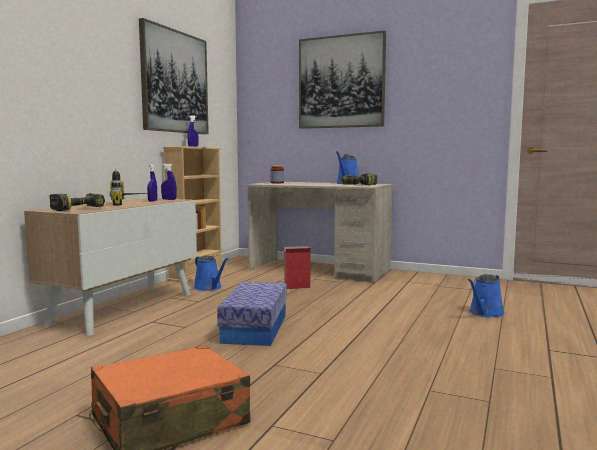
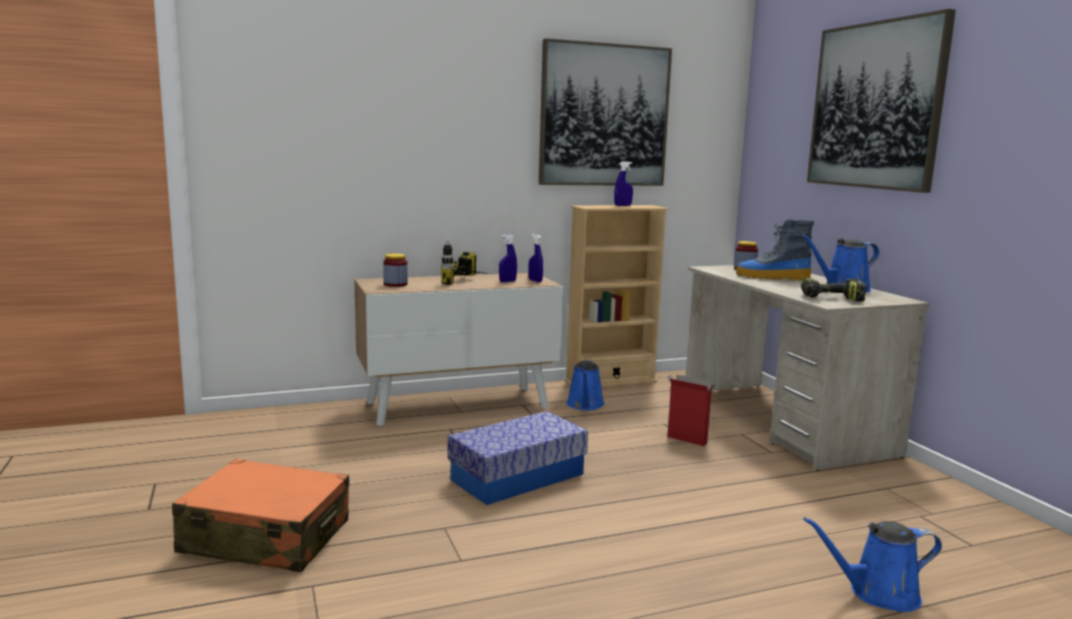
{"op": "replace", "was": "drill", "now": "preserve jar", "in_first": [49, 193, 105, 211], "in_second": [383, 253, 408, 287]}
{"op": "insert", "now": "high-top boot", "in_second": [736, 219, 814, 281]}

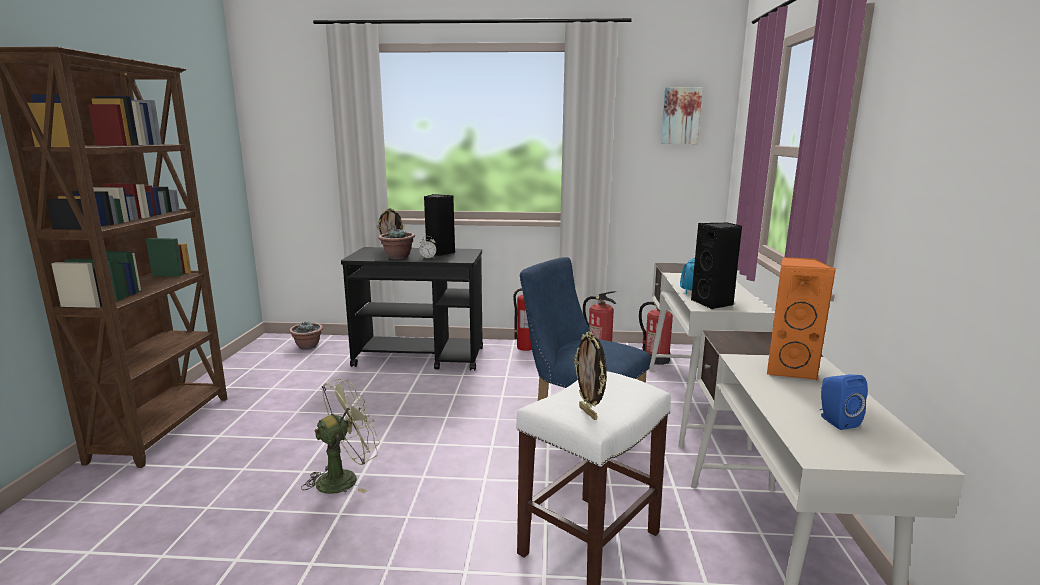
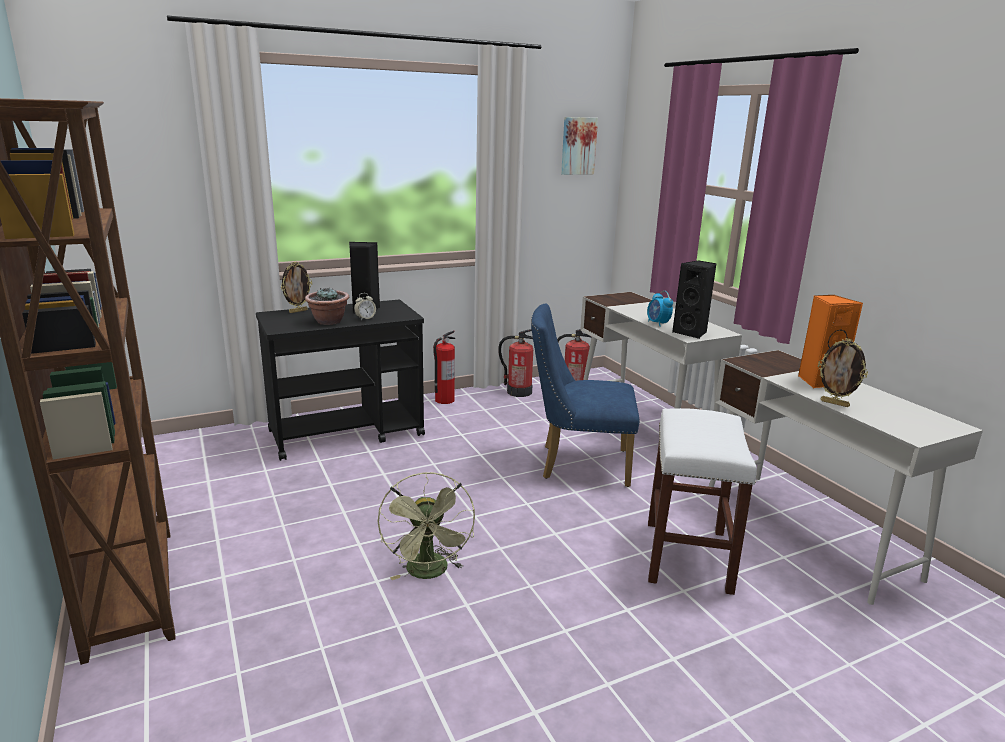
{"op": "delete", "was": "houseplant", "in_first": [289, 321, 323, 350]}
{"op": "rotate", "was": "cooling fan (greenish)", "in_first": [301, 379, 380, 494], "in_second": [377, 472, 475, 580], "clockwise": 150}
{"op": "move", "was": "photo frame", "in_first": [574, 331, 607, 420], "in_second": [818, 338, 868, 407]}
{"op": "delete", "was": "speaker (blue-coloured)", "in_first": [820, 374, 868, 430]}

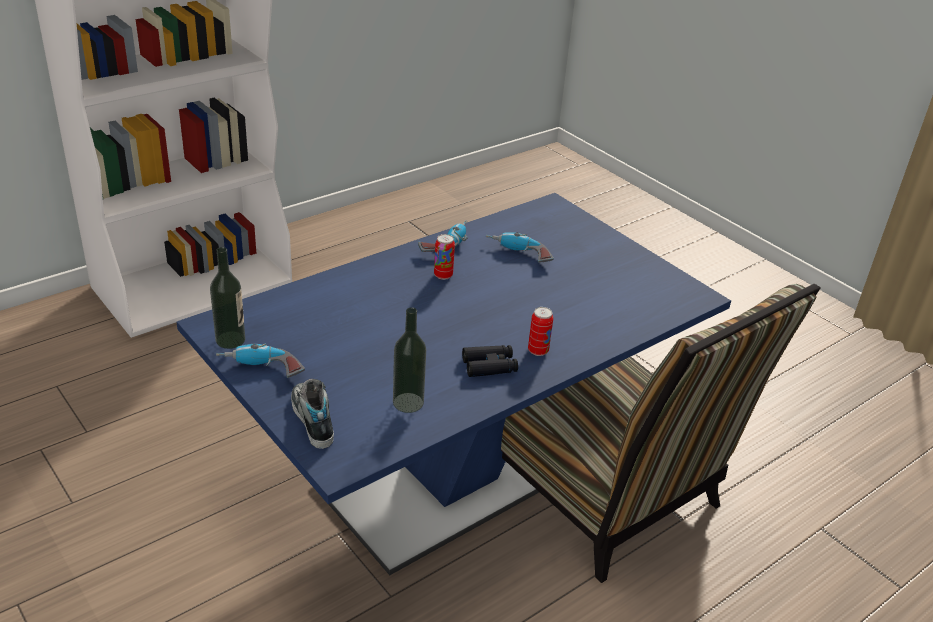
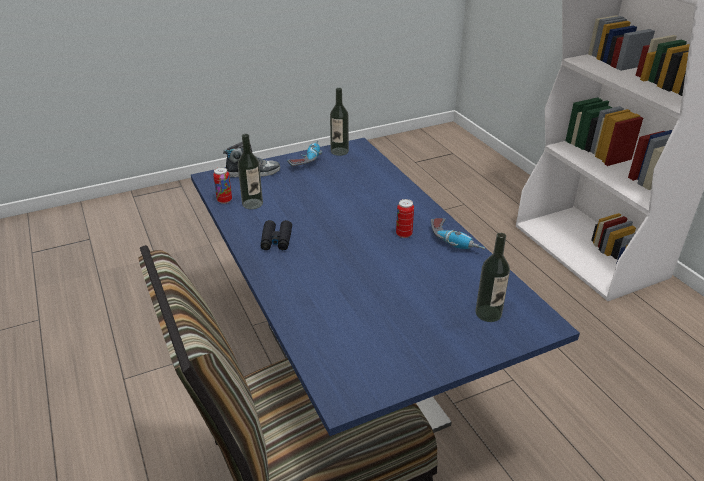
{"op": "delete", "was": "drill", "in_first": [486, 232, 554, 263]}
{"op": "move", "was": "can", "in_first": [528, 307, 553, 356], "in_second": [213, 167, 232, 204]}
{"op": "insert", "now": "bottle", "in_second": [476, 233, 510, 322]}

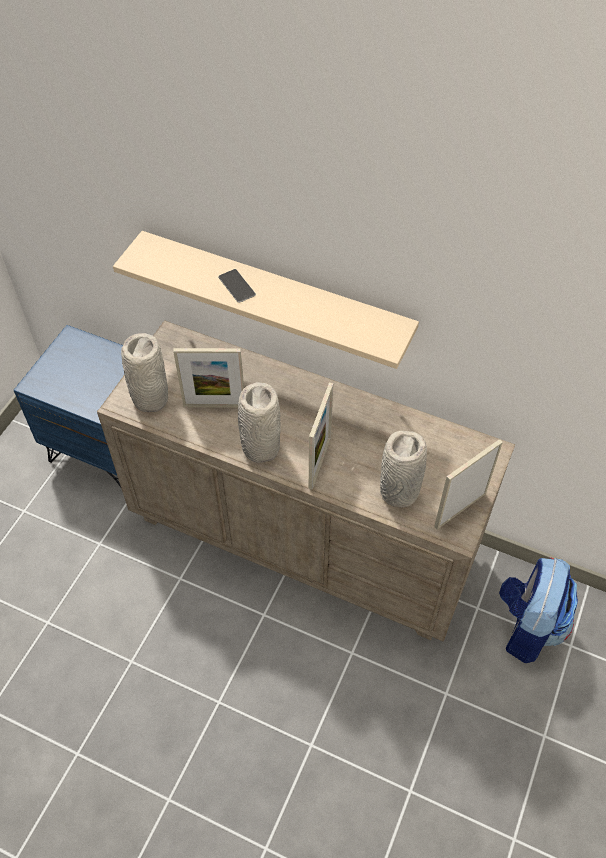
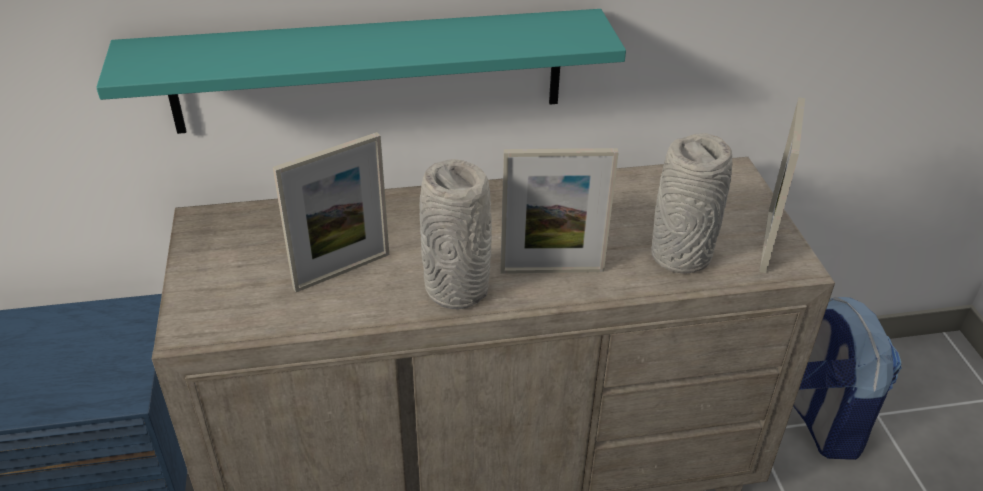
{"op": "recolor", "was": "bracket shelf (beige-coloured)", "now": "bracket shelf (turquoise)", "in_first": [113, 231, 419, 369], "in_second": [96, 9, 626, 134]}
{"op": "delete", "was": "decorative vase (grey)", "in_first": [121, 333, 168, 412]}
{"op": "delete", "was": "telephone", "in_first": [218, 269, 256, 303]}
{"op": "rotate", "was": "photo frame", "in_first": [309, 382, 333, 490], "in_second": [500, 148, 619, 274], "clockwise": 105}

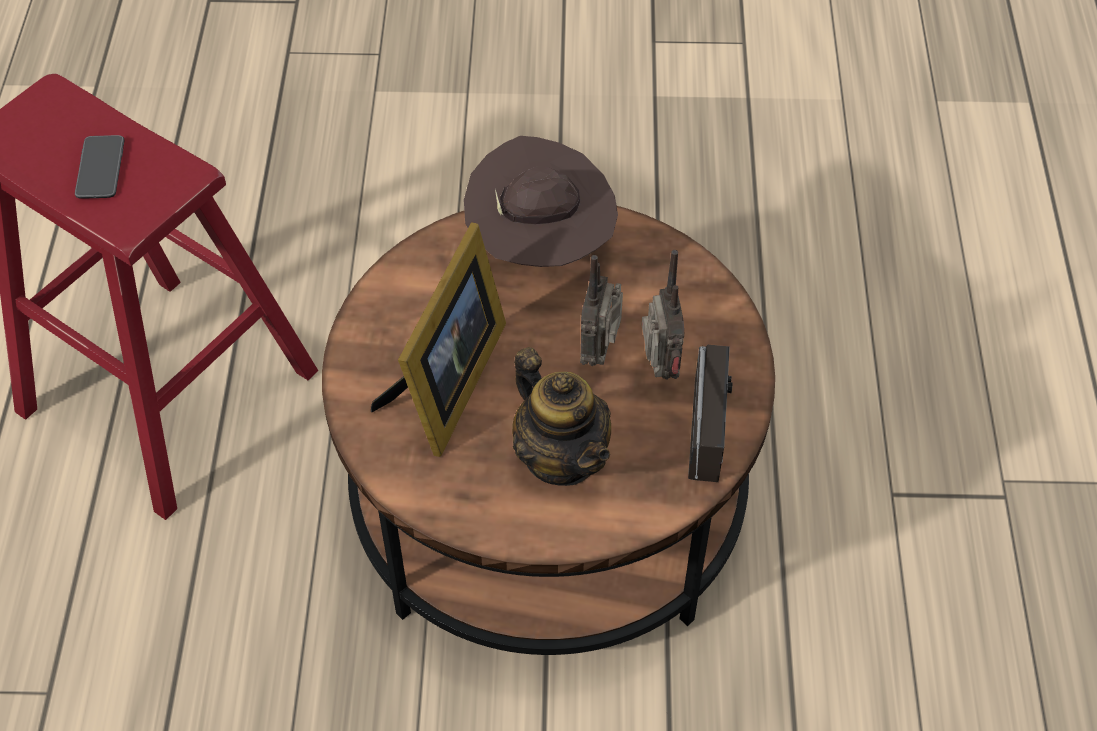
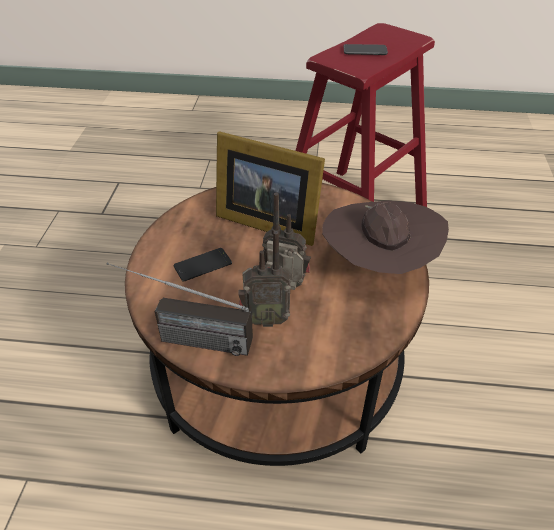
{"op": "replace", "was": "tea pot", "now": "telephone", "in_first": [512, 347, 611, 486], "in_second": [174, 248, 232, 281]}

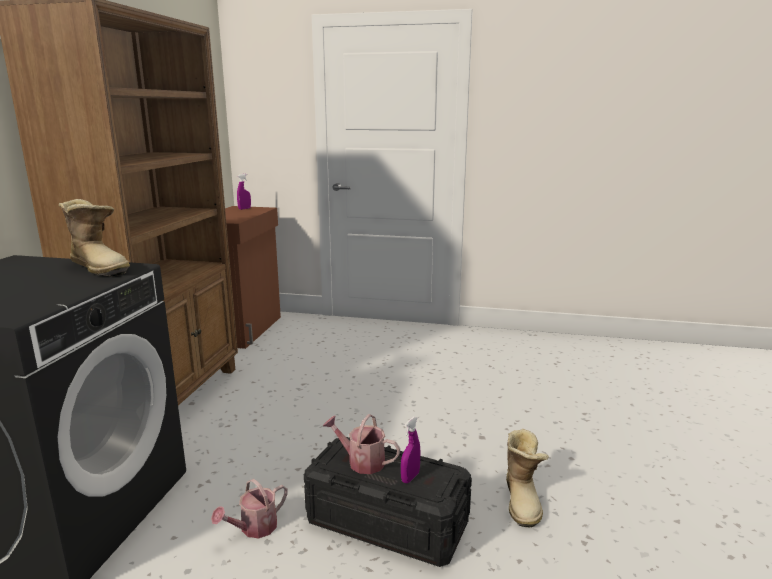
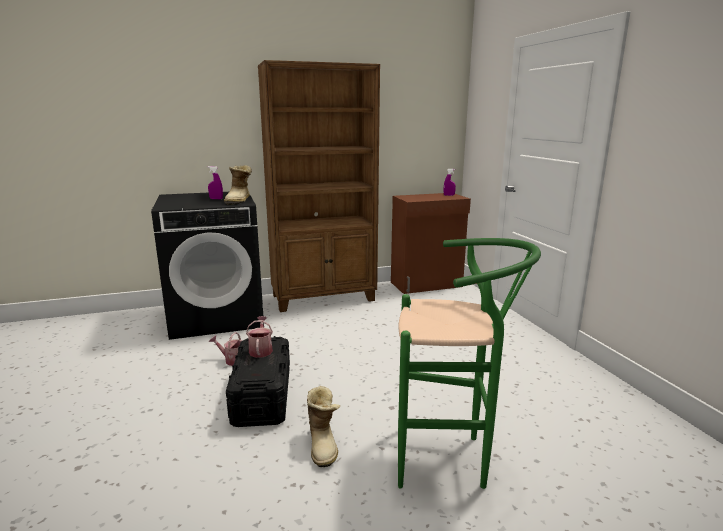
{"op": "move", "was": "sprayer (purple)", "in_first": [401, 417, 420, 483], "in_second": [208, 166, 223, 199]}
{"op": "rotate", "was": "high-top boot", "in_first": [506, 429, 549, 527], "in_second": [307, 386, 340, 467], "clockwise": -75}
{"op": "insert", "now": "sitting stool (greenish)", "in_second": [398, 238, 541, 489]}

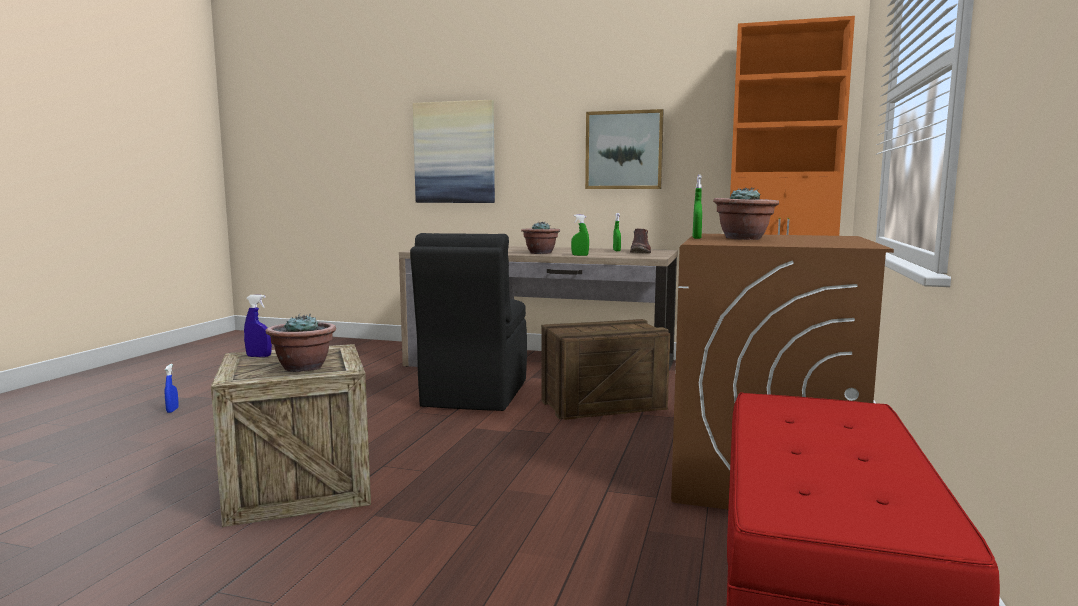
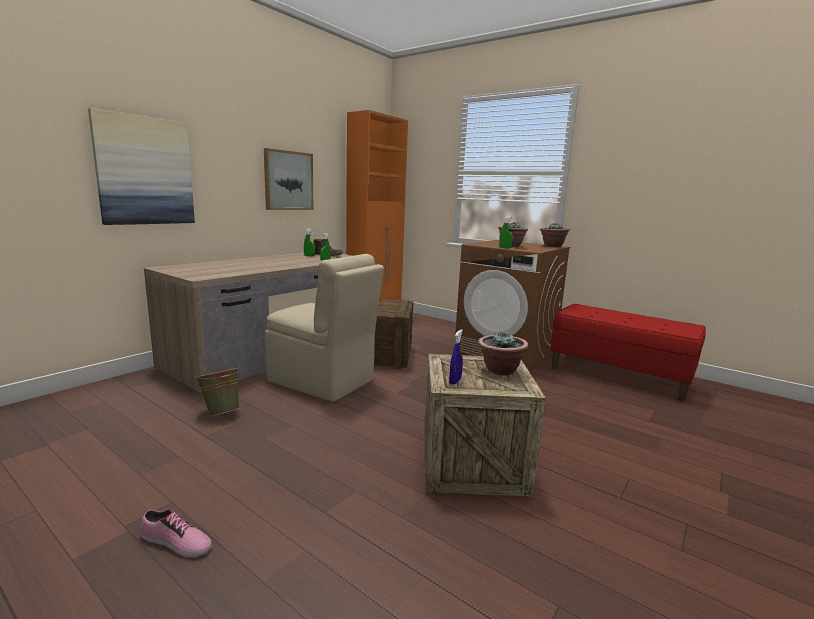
{"op": "replace", "was": "sprayer (blue-coloured)", "now": "shoe", "in_first": [165, 364, 179, 413], "in_second": [140, 509, 212, 557]}
{"op": "recolor", "was": "plain chair (black-coloured)", "now": "plain chair (beige-coloured)", "in_first": [410, 233, 527, 411], "in_second": [265, 254, 384, 402]}
{"op": "move", "was": "houseplant", "in_first": [521, 221, 560, 254], "in_second": [540, 223, 570, 247]}
{"op": "insert", "now": "bucket (greenish)", "in_second": [194, 366, 240, 416]}

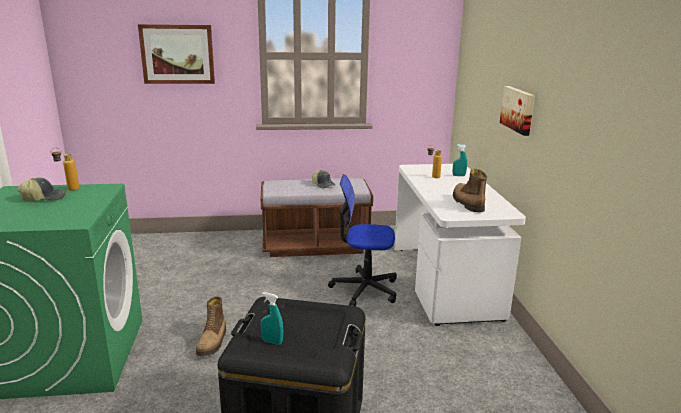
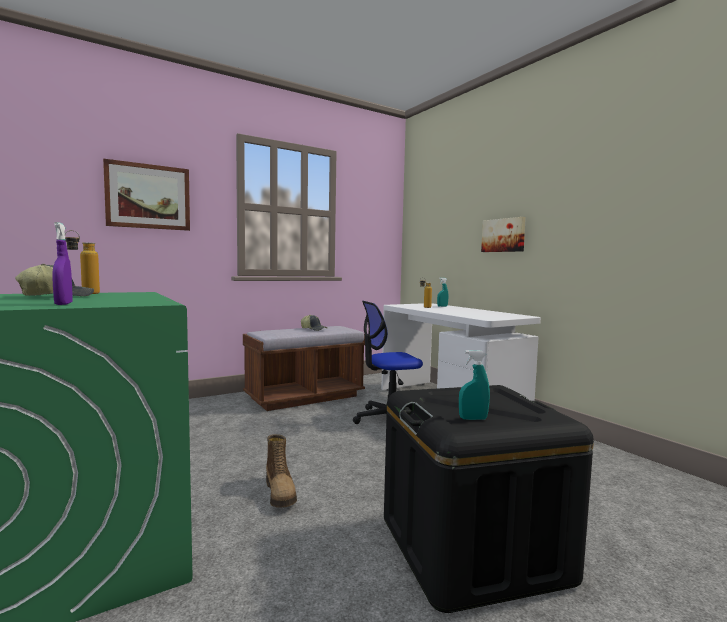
{"op": "delete", "was": "high-top boot", "in_first": [453, 169, 487, 212]}
{"op": "insert", "now": "sprayer (purple)", "in_second": [52, 222, 73, 305]}

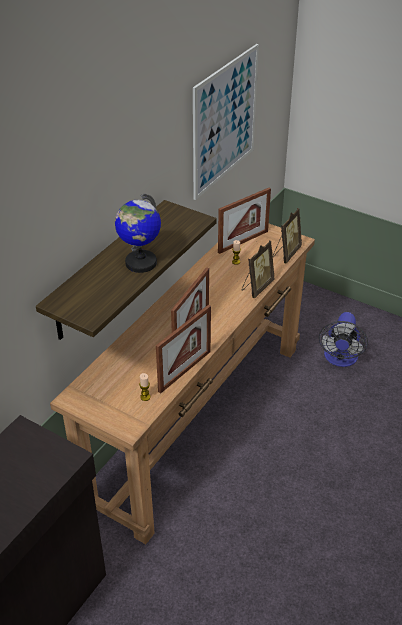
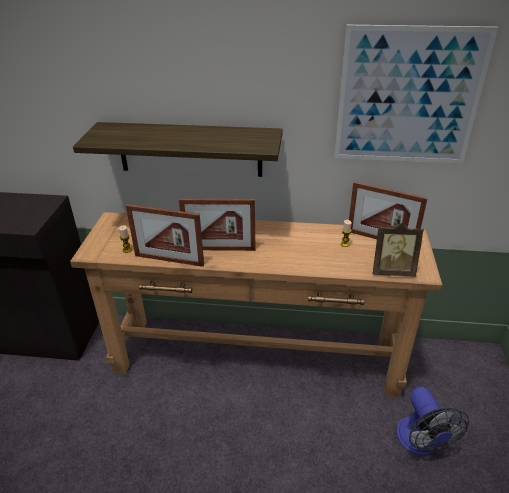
{"op": "delete", "was": "desk globe", "in_first": [115, 193, 161, 273]}
{"op": "delete", "was": "photo frame", "in_first": [242, 241, 274, 298]}
{"op": "rotate", "was": "cooling fan", "in_first": [319, 312, 368, 367], "in_second": [397, 387, 469, 455], "clockwise": -90}

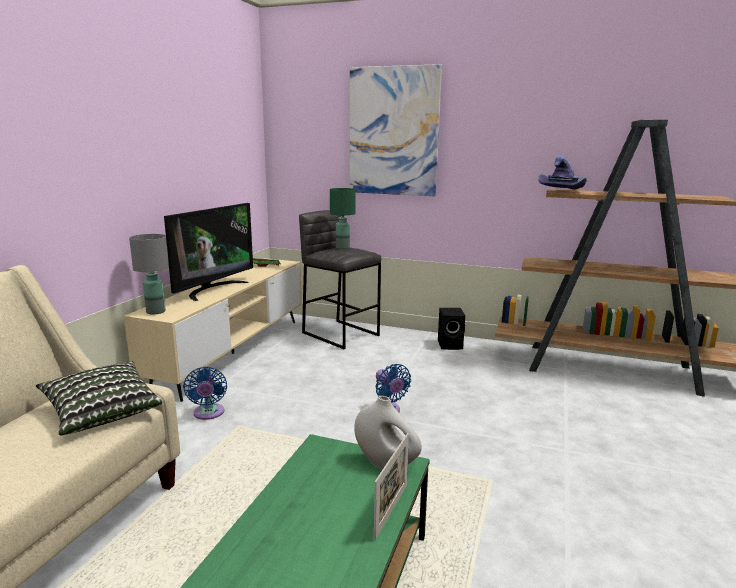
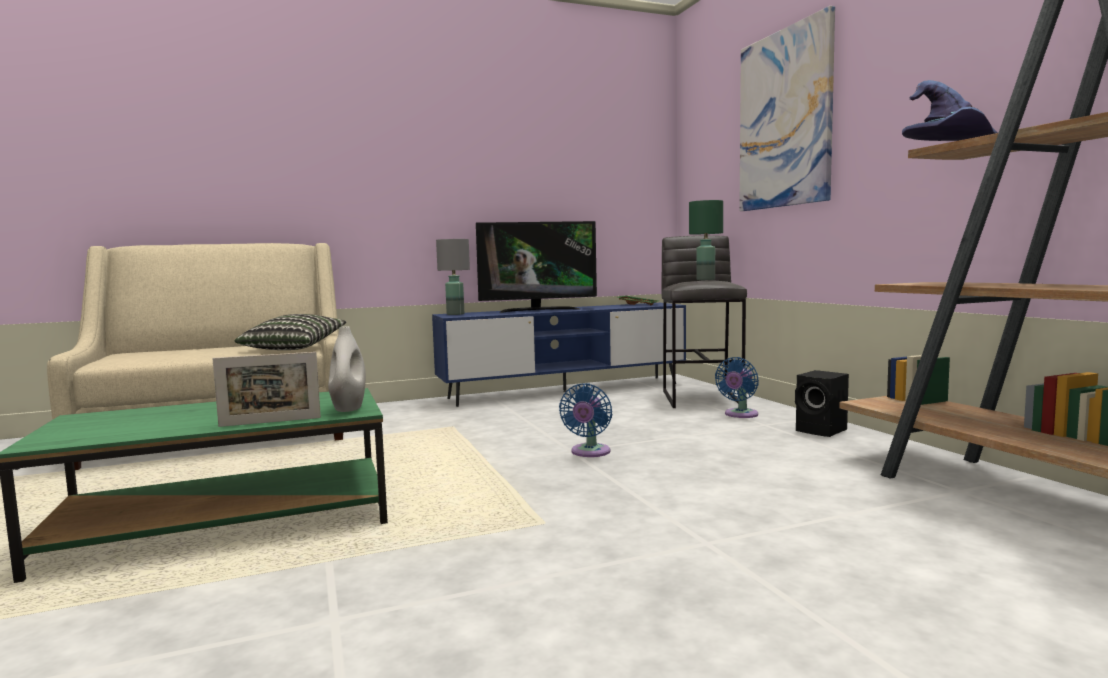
{"op": "recolor", "was": "media console (beige-coloured)", "now": "media console (blue-coloured)", "in_first": [124, 258, 302, 402], "in_second": [432, 303, 686, 407]}
{"op": "move", "was": "cooling fan (blue-coloured)", "in_first": [183, 367, 227, 420], "in_second": [715, 357, 759, 418]}

